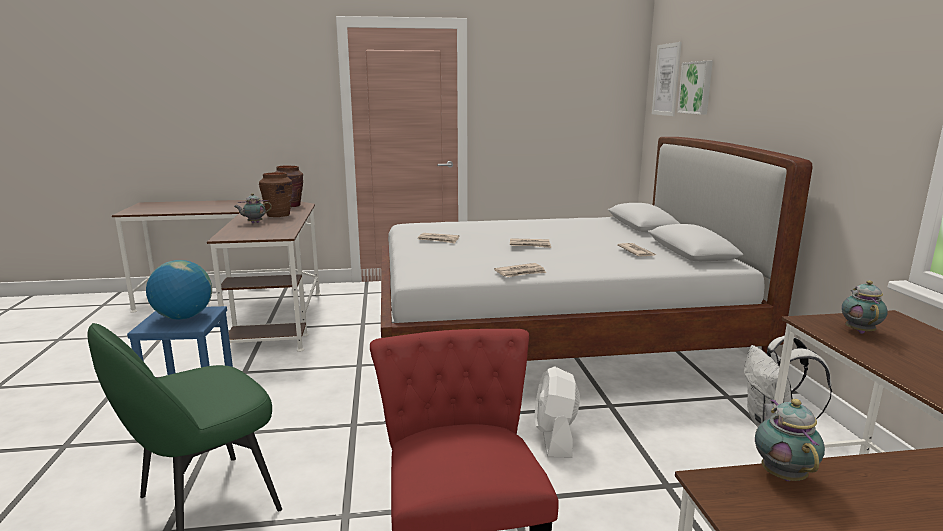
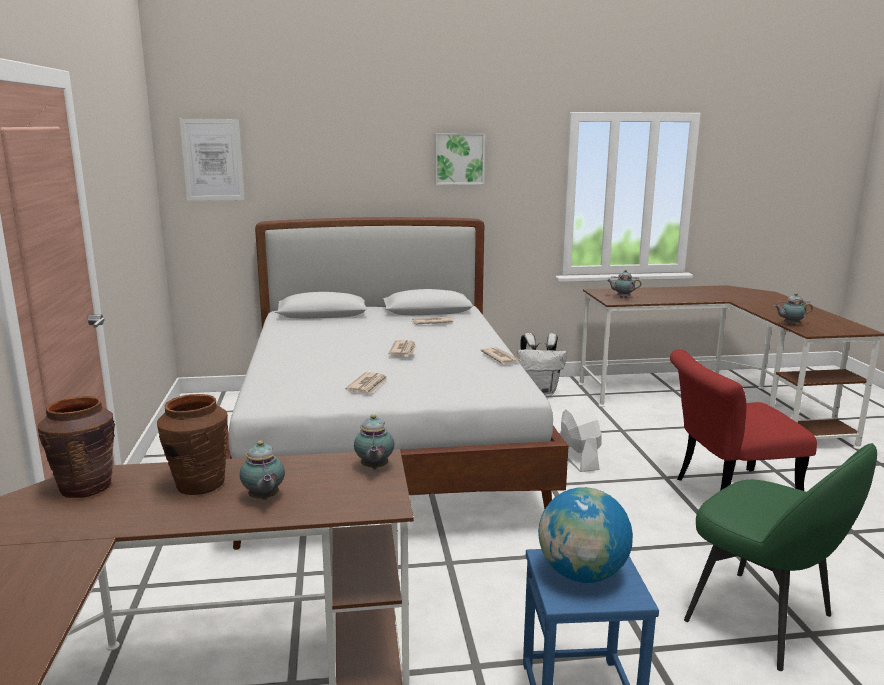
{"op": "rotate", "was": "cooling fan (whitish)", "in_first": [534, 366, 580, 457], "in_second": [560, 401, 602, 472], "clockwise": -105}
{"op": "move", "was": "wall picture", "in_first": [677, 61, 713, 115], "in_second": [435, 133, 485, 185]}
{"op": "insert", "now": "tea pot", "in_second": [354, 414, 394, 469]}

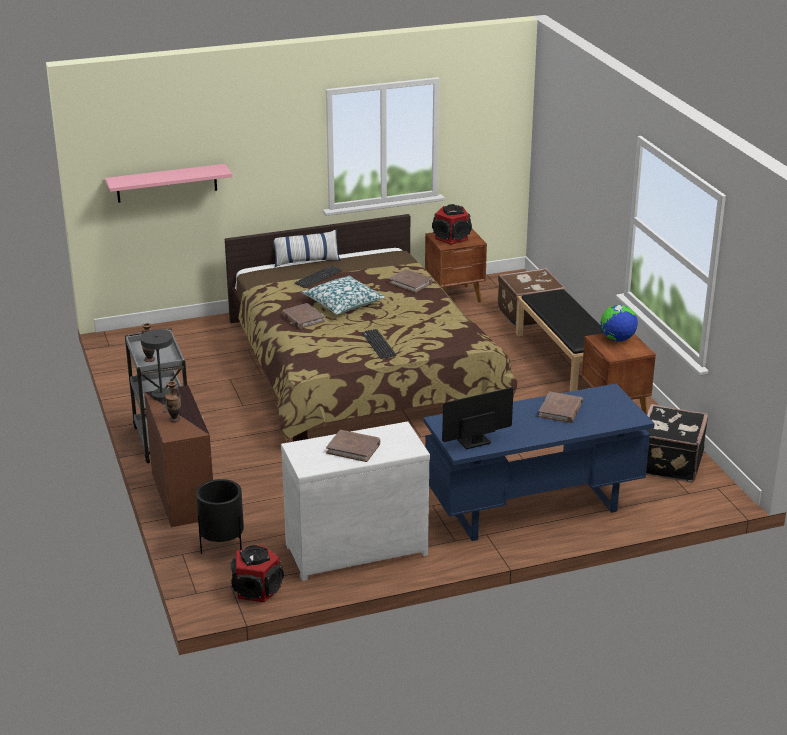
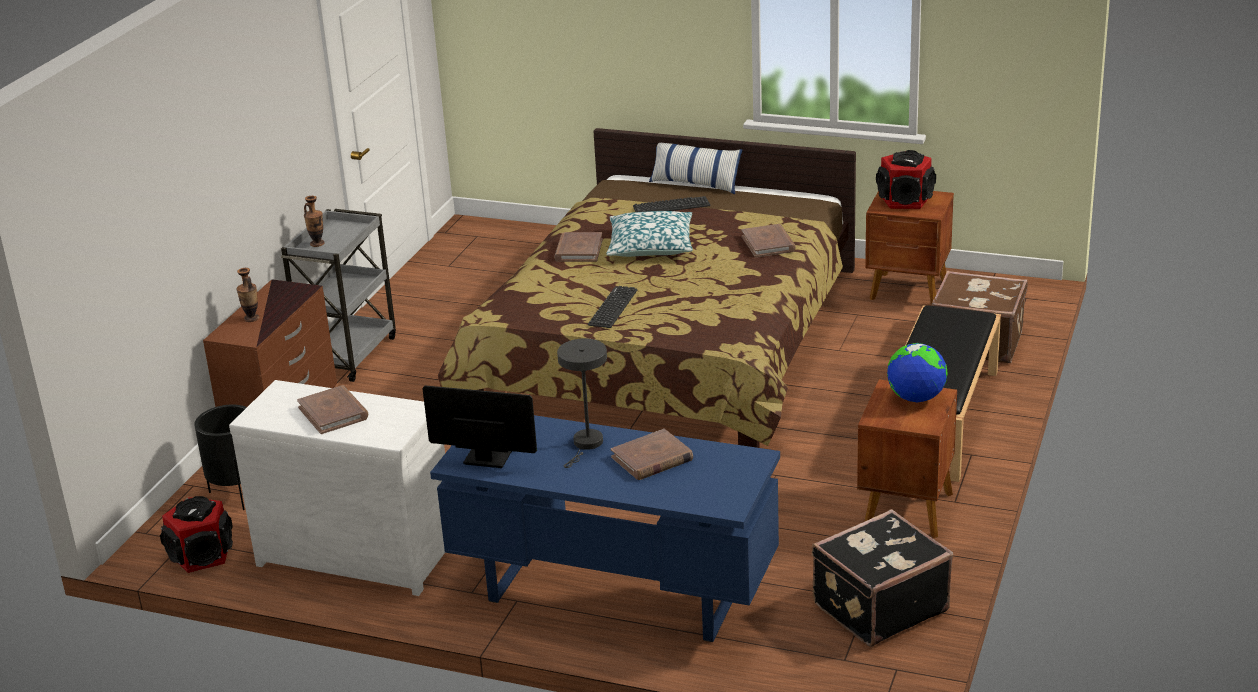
{"op": "delete", "was": "bracket shelf (pink-coloured)", "in_first": [105, 164, 232, 203]}
{"op": "move", "was": "lamp for a table (grey)", "in_first": [140, 329, 173, 413], "in_second": [557, 338, 607, 468]}

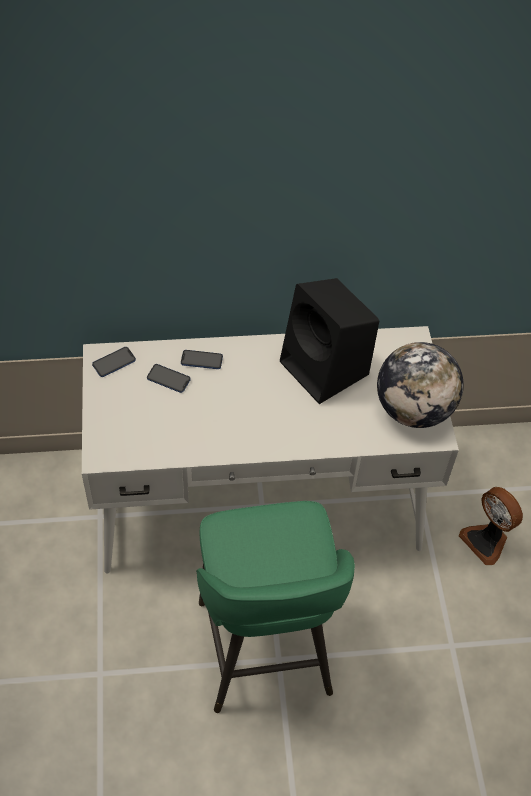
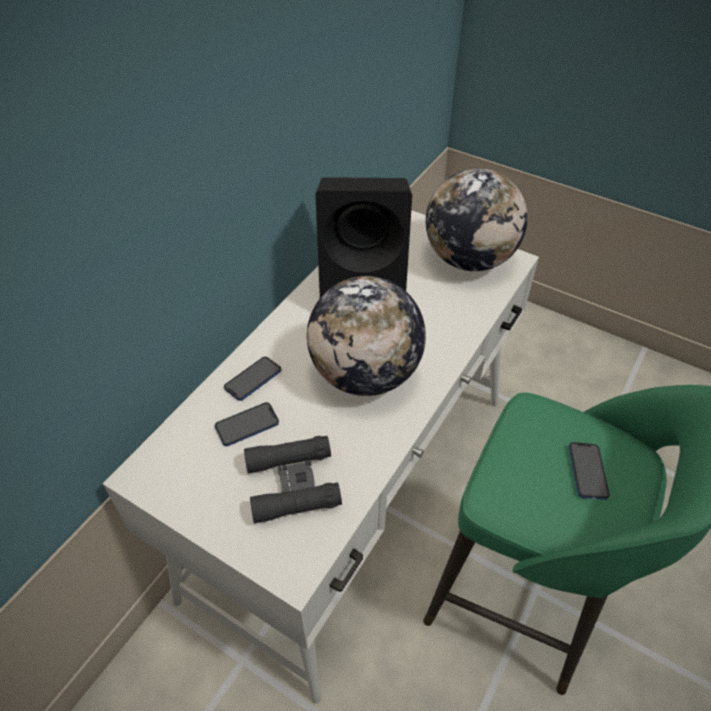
{"op": "move", "was": "telephone", "in_first": [92, 347, 136, 377], "in_second": [569, 442, 610, 500]}
{"op": "delete", "was": "cooling fan", "in_first": [459, 487, 523, 565]}
{"op": "insert", "now": "binoculars (black-coloured)", "in_second": [244, 436, 342, 524]}
{"op": "insert", "now": "desk globe", "in_second": [307, 276, 426, 396]}

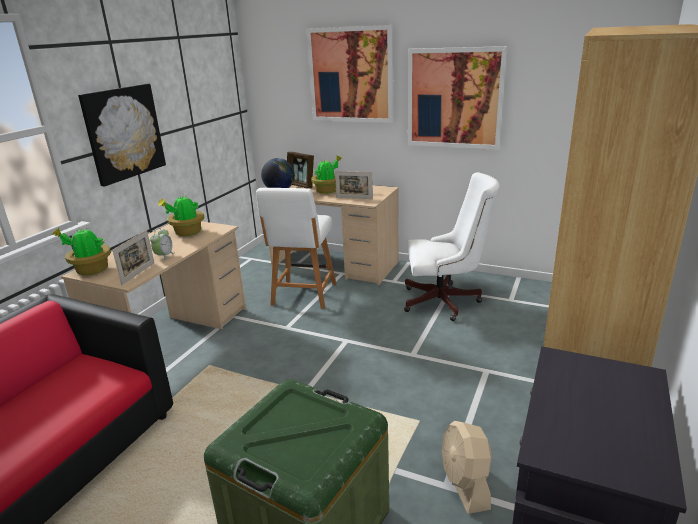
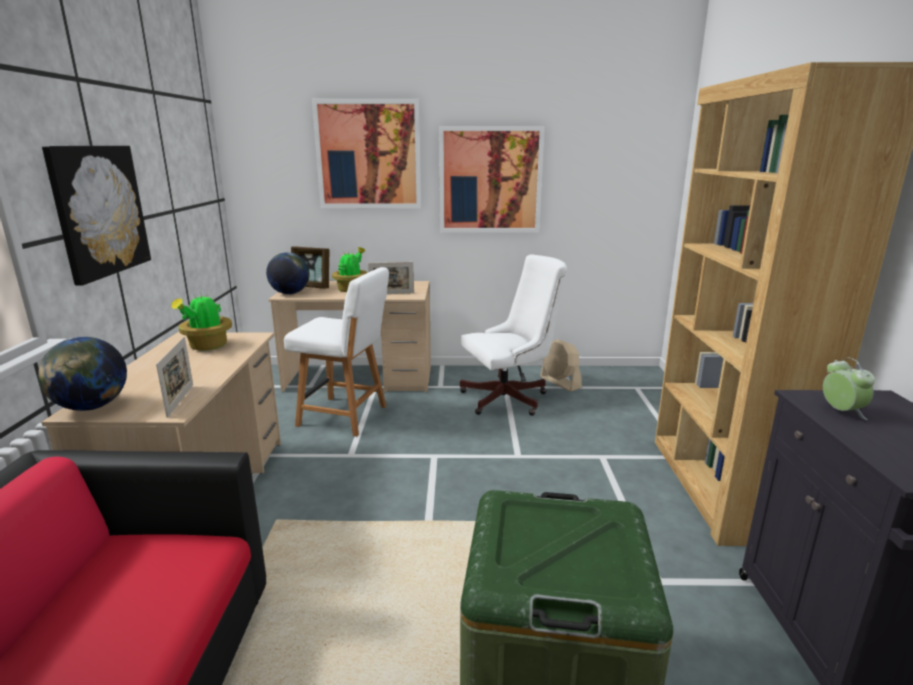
{"op": "replace", "was": "houseplant", "now": "desk globe", "in_first": [52, 226, 111, 275], "in_second": [38, 337, 127, 411]}
{"op": "move", "was": "table clock", "in_first": [150, 228, 175, 261], "in_second": [823, 357, 875, 420]}
{"op": "rotate", "was": "plain chair (whitish)", "in_first": [256, 188, 336, 309], "in_second": [284, 267, 389, 437], "clockwise": -60}
{"op": "move", "was": "cooling fan (beige-coloured)", "in_first": [442, 421, 492, 514], "in_second": [540, 339, 582, 392]}

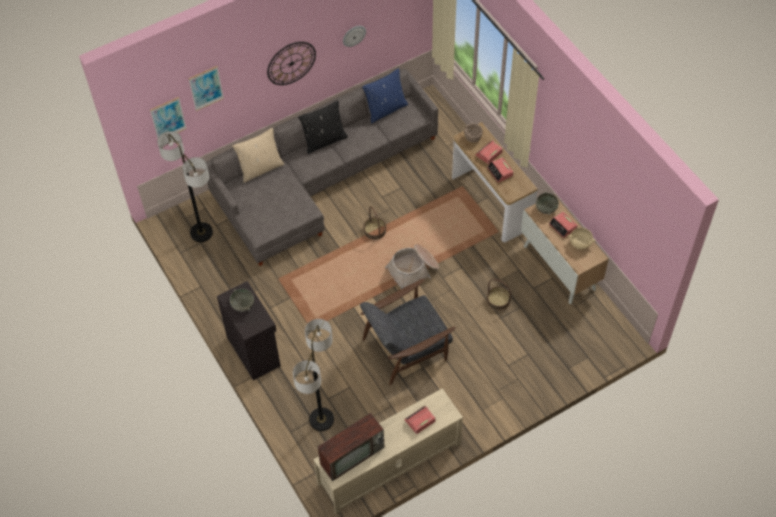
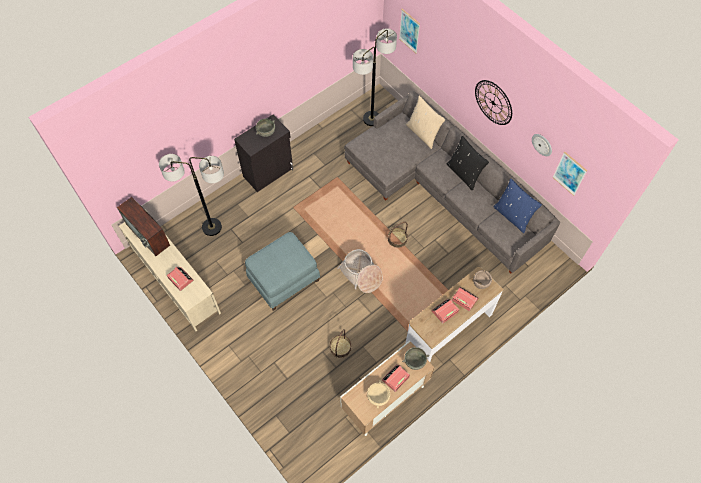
{"op": "move", "was": "wall picture", "in_first": [188, 66, 224, 111], "in_second": [552, 151, 587, 196]}
{"op": "replace", "was": "lounge chair (grey)", "now": "pouffe (blue-coloured)", "in_first": [360, 279, 456, 385], "in_second": [245, 232, 320, 311]}

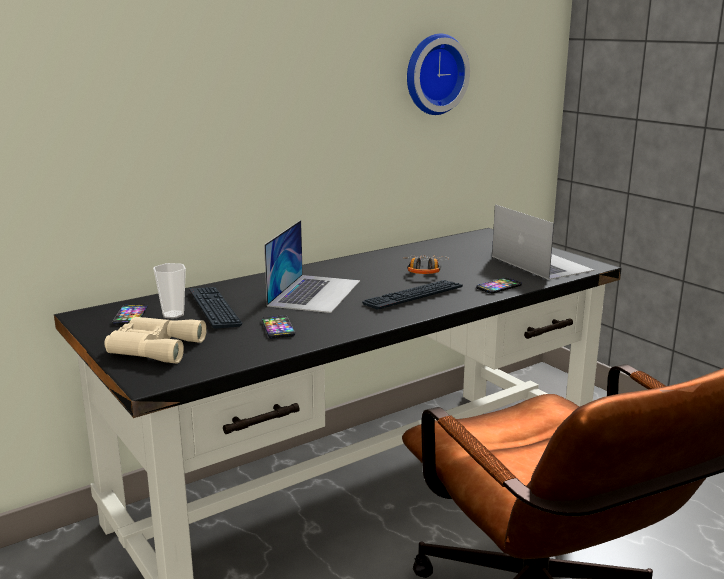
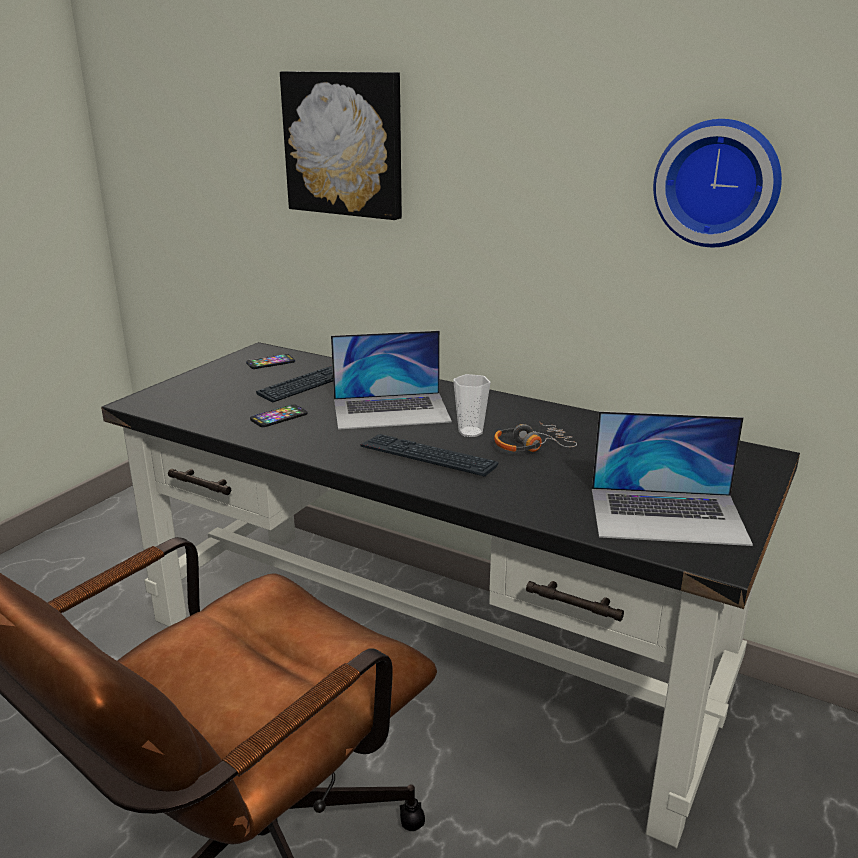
{"op": "delete", "was": "binoculars (beige-coloured)", "in_first": [104, 317, 207, 364]}
{"op": "move", "was": "drinking cup", "in_first": [153, 263, 186, 319], "in_second": [453, 374, 490, 437]}
{"op": "delete", "was": "telephone", "in_first": [476, 278, 522, 294]}
{"op": "rotate", "was": "notebook computer", "in_first": [492, 204, 595, 280], "in_second": [592, 411, 753, 546], "clockwise": 60}
{"op": "insert", "now": "wall picture", "in_second": [280, 71, 402, 220]}

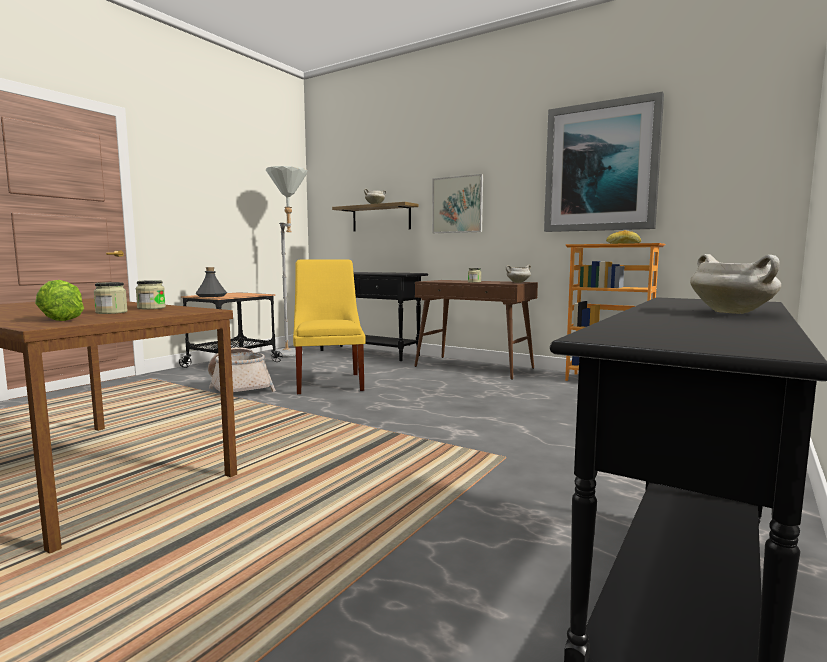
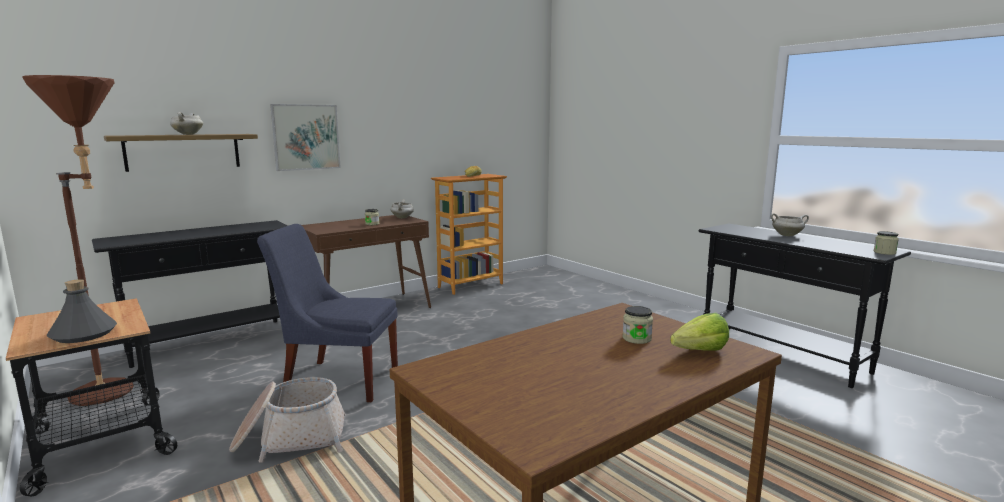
{"op": "move", "was": "preserve jar", "in_first": [136, 280, 166, 309], "in_second": [874, 231, 899, 255]}
{"op": "recolor", "was": "floor lamp (grey)", "now": "floor lamp (brownish)", "in_first": [266, 166, 308, 357], "in_second": [22, 75, 134, 406]}
{"op": "recolor", "was": "plain chair (yellow)", "now": "plain chair (blue-coloured)", "in_first": [293, 259, 365, 394], "in_second": [257, 224, 398, 402]}
{"op": "delete", "was": "wall picture", "in_first": [544, 92, 664, 232]}

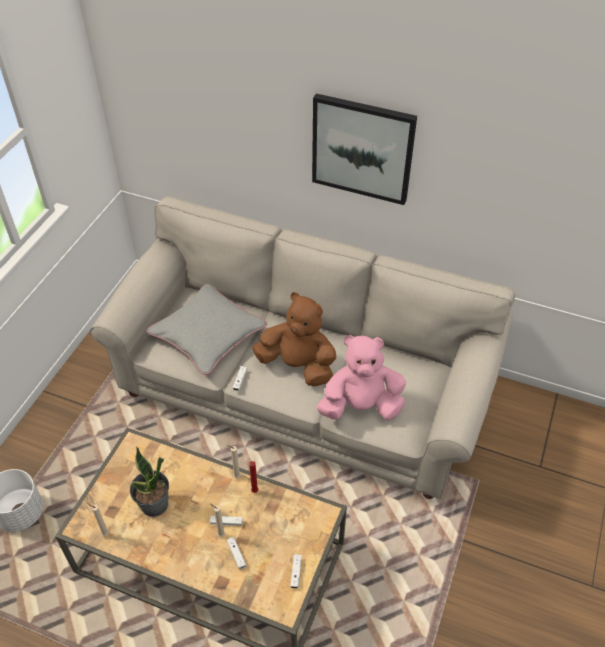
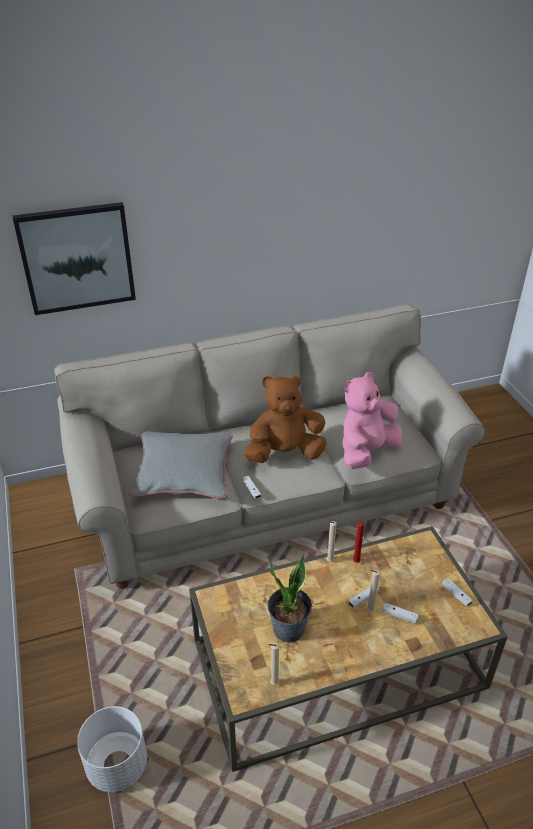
{"op": "move", "was": "wall picture", "in_first": [312, 93, 417, 205], "in_second": [13, 202, 136, 315]}

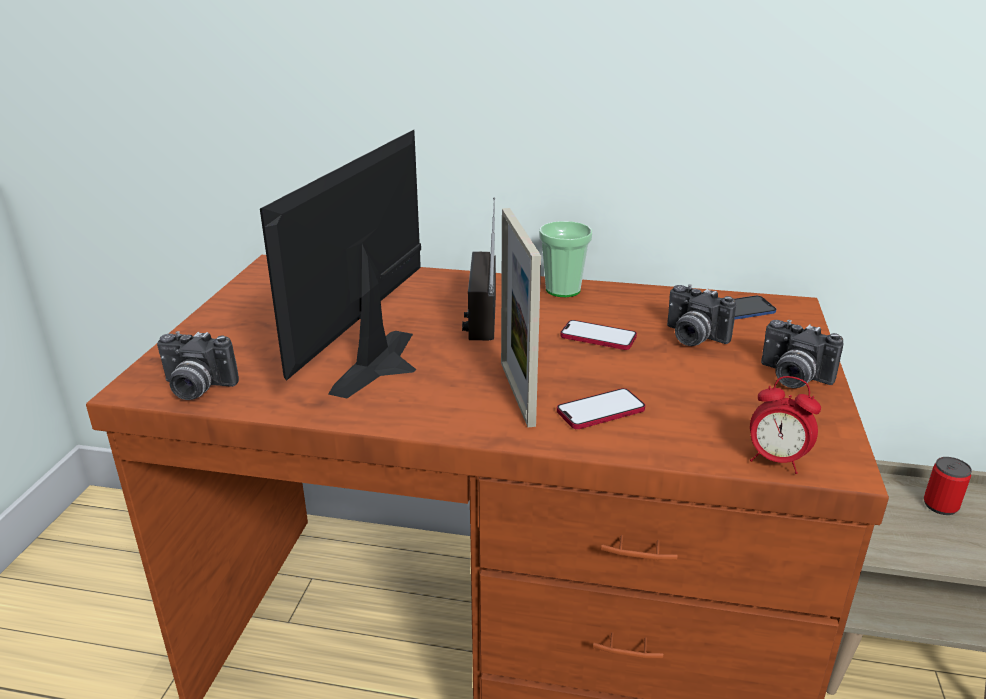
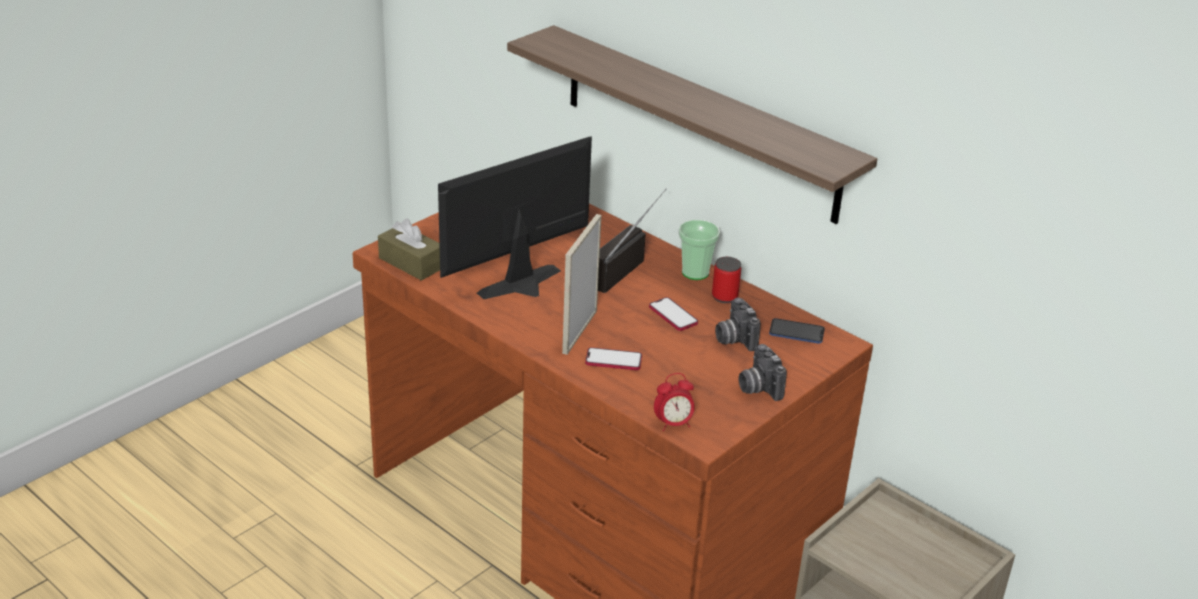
{"op": "replace", "was": "photo camera", "now": "tissue box (brownish)", "in_first": [157, 331, 239, 400], "in_second": [378, 218, 440, 281]}
{"op": "rotate", "was": "table clock", "in_first": [750, 376, 821, 474], "in_second": [654, 373, 695, 431], "clockwise": -75}
{"op": "move", "was": "can", "in_first": [924, 457, 972, 515], "in_second": [712, 257, 741, 303]}
{"op": "insert", "now": "bracket shelf", "in_second": [507, 25, 877, 224]}

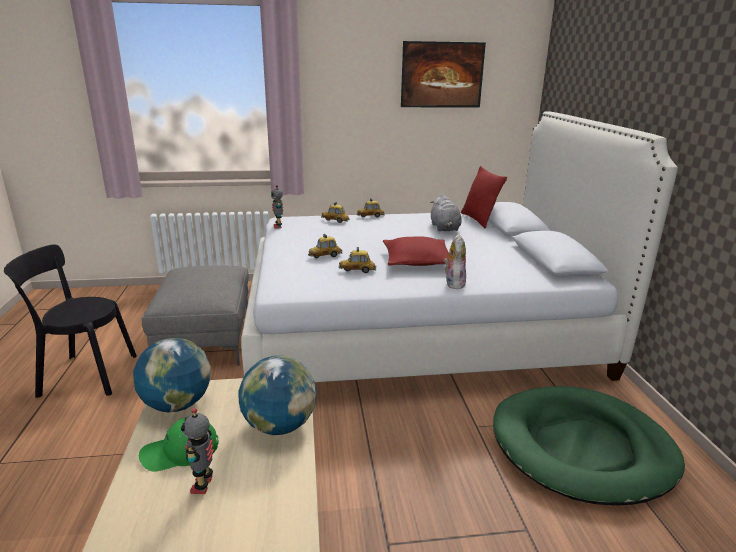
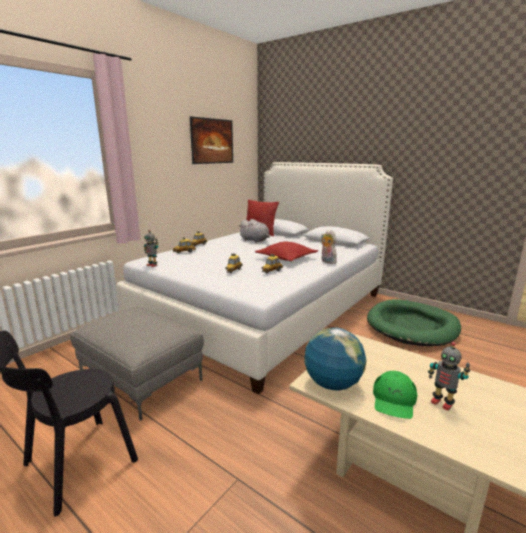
{"op": "delete", "was": "desk globe", "in_first": [238, 356, 317, 435]}

